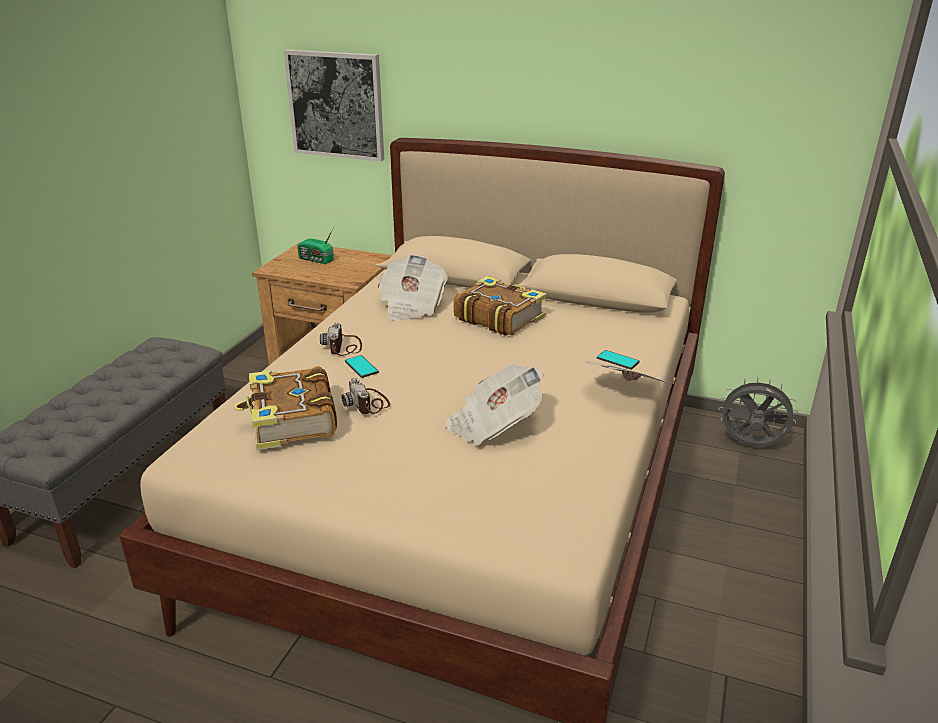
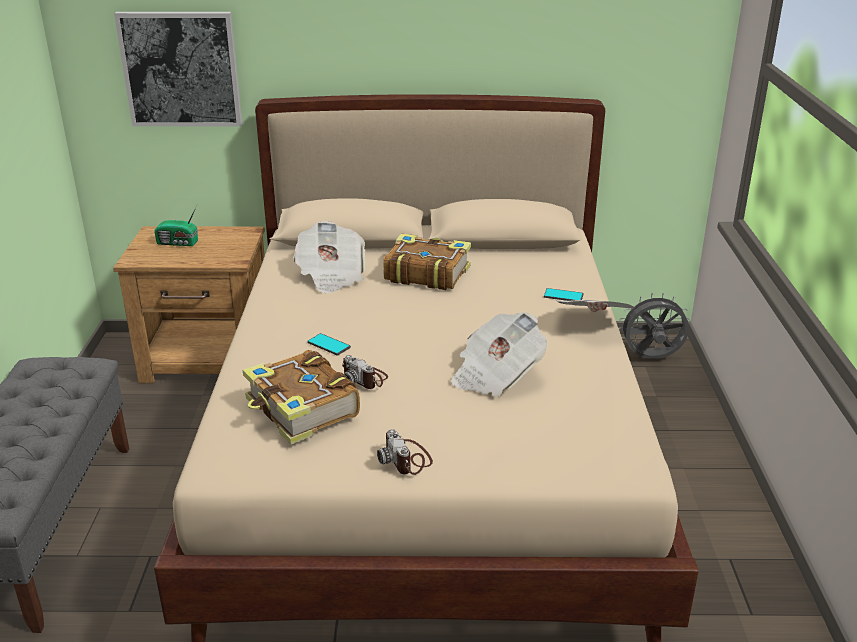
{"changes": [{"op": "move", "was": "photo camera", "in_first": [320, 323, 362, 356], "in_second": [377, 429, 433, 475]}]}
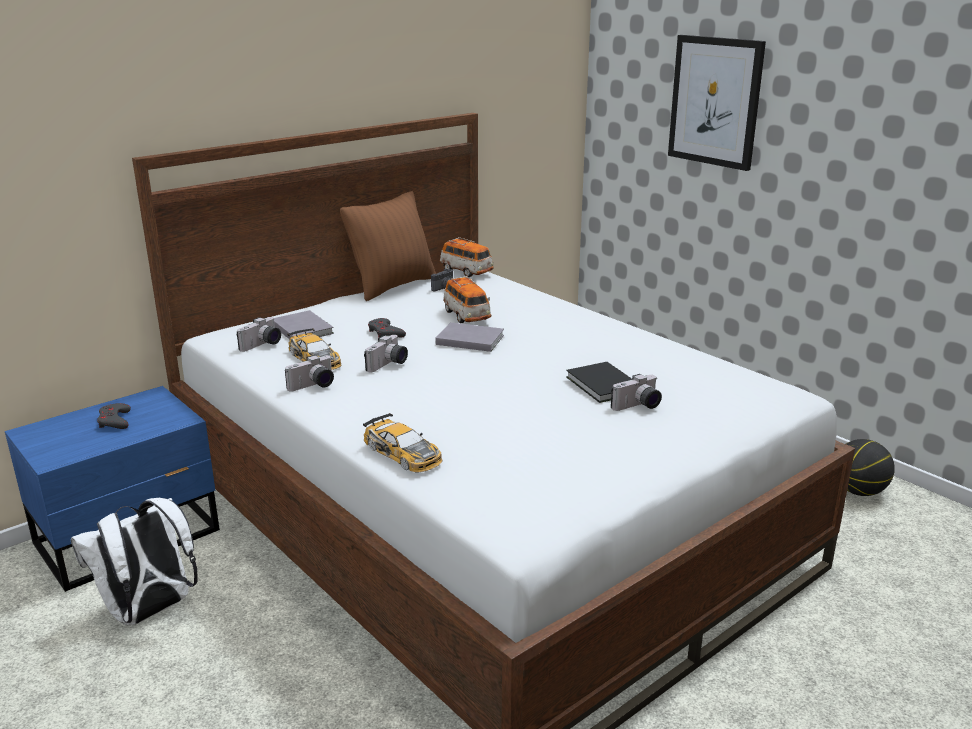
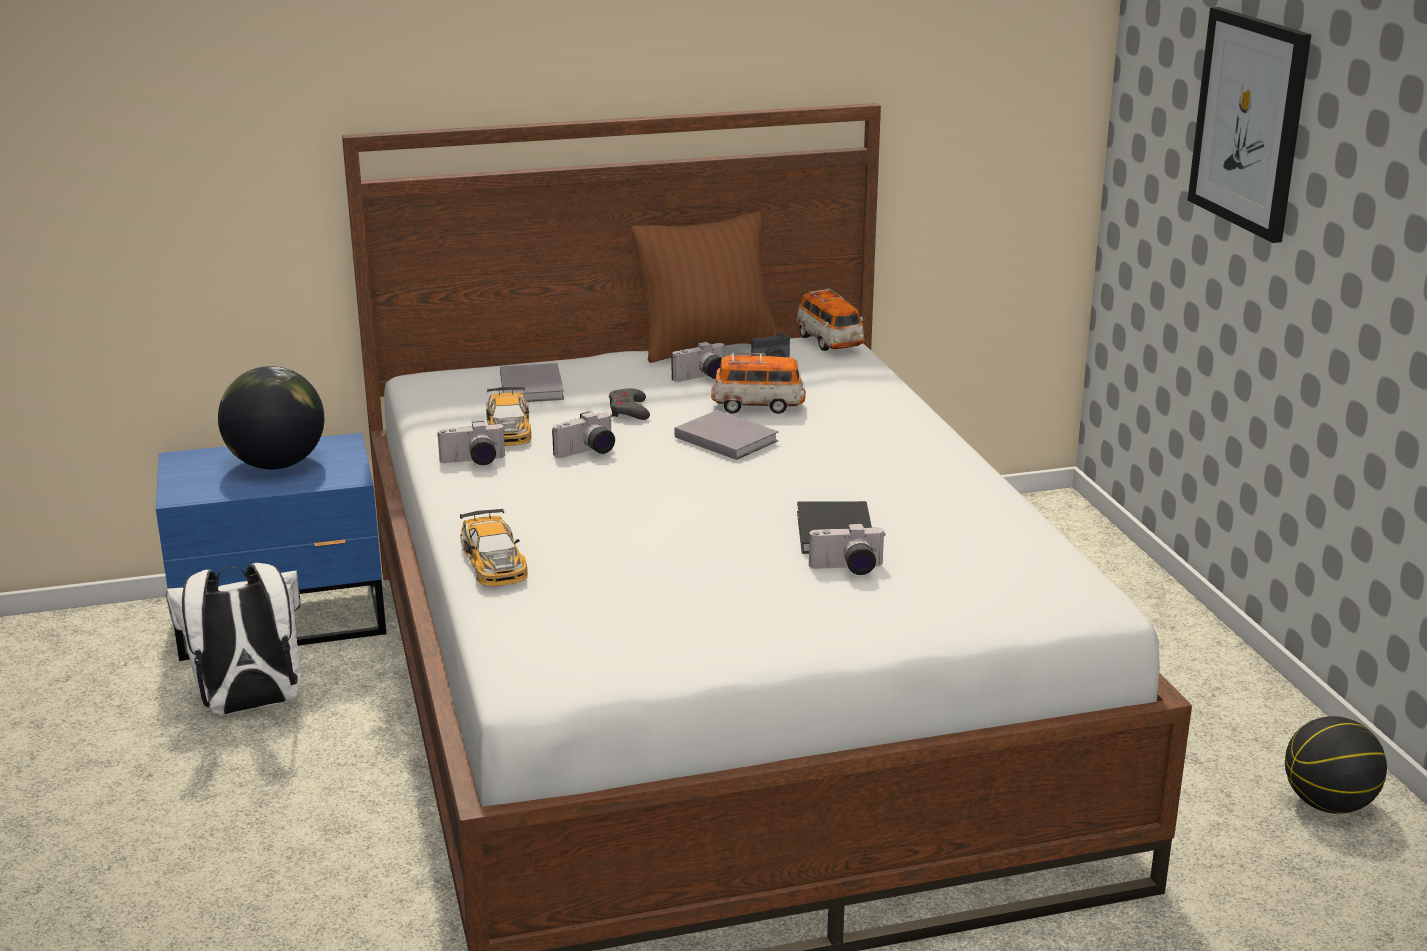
{"changes": [{"op": "rotate", "was": "toy car", "in_first": [443, 276, 491, 323], "in_second": [711, 353, 806, 414], "clockwise": -90}, {"op": "move", "was": "photo camera", "in_first": [236, 317, 281, 352], "in_second": [671, 341, 726, 382]}, {"op": "replace", "was": "grey game controller", "now": "globe", "in_first": [97, 403, 131, 429], "in_second": [218, 366, 324, 469]}]}
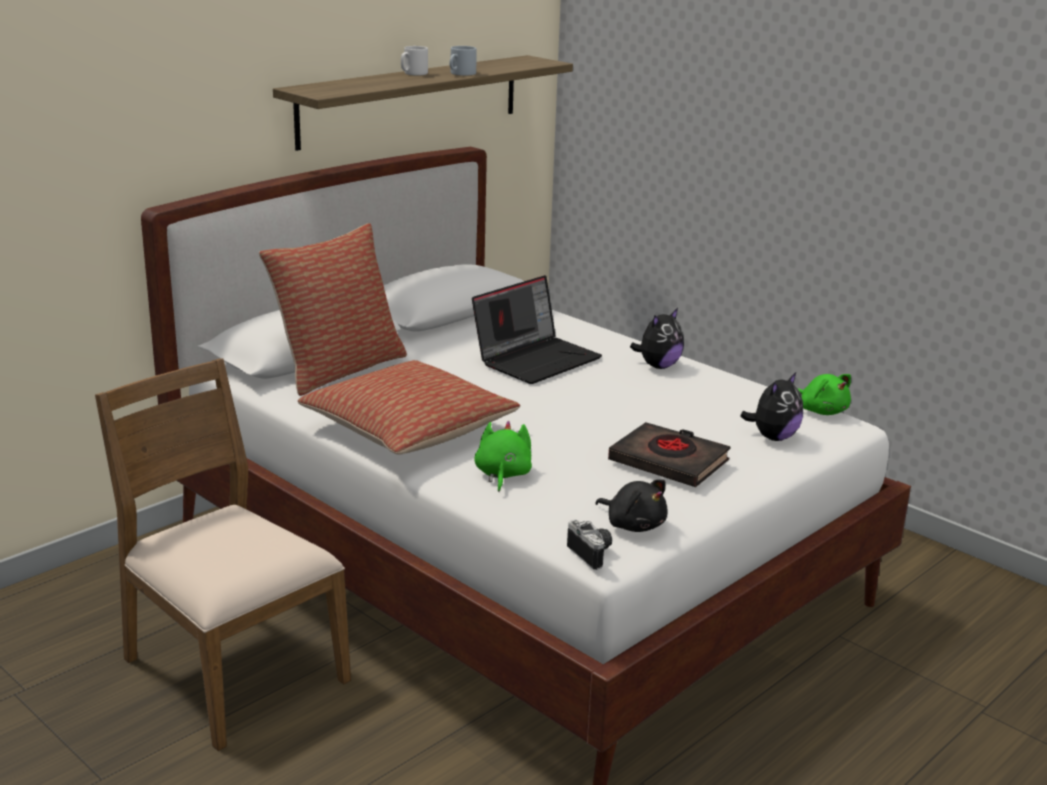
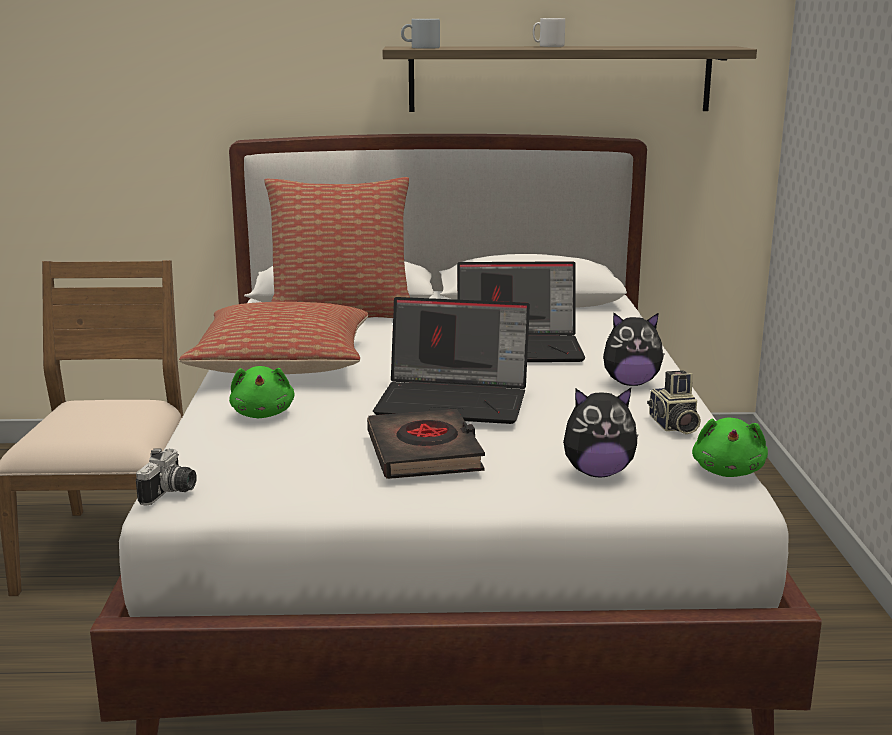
{"changes": [{"op": "move", "was": "grey mug", "in_first": [450, 46, 477, 76], "in_second": [401, 19, 440, 49]}, {"op": "rotate", "was": "green plush toy", "in_first": [474, 421, 532, 492], "in_second": [229, 366, 295, 418], "clockwise": 120}, {"op": "delete", "was": "black plush toy", "in_first": [595, 479, 668, 532]}, {"op": "insert", "now": "laptop", "in_second": [373, 297, 530, 424]}, {"op": "insert", "now": "photo camera", "in_second": [647, 370, 701, 434]}]}
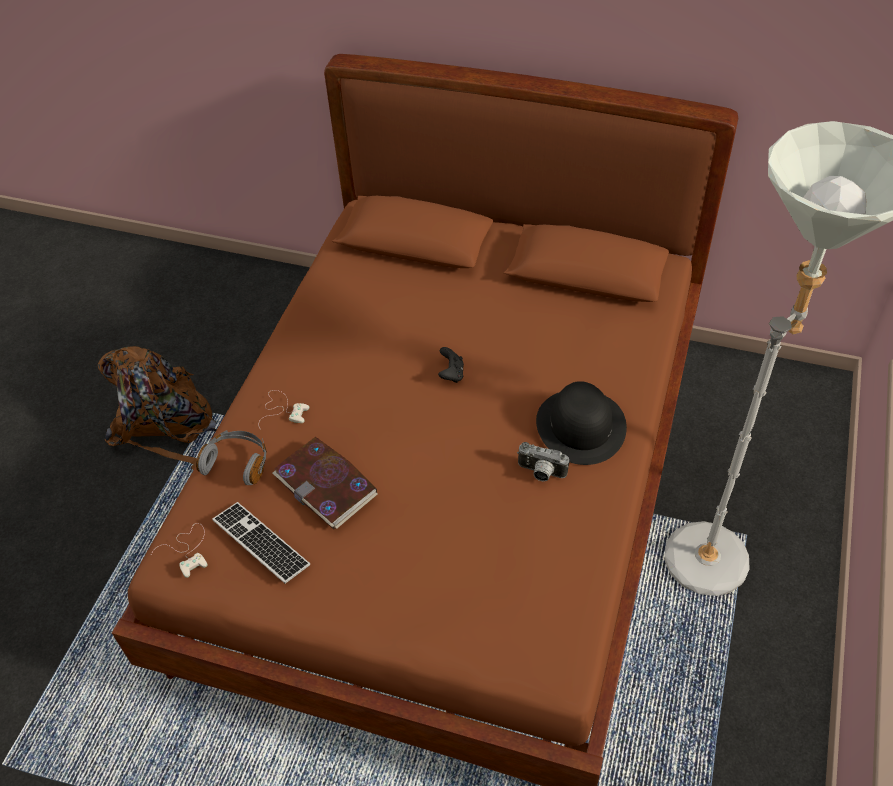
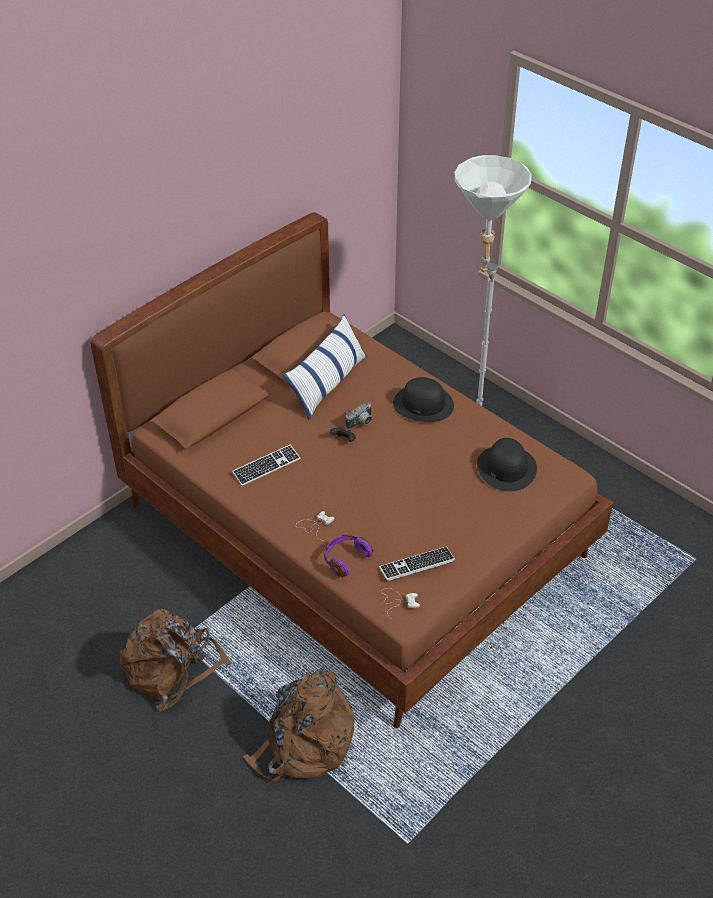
{"changes": [{"op": "recolor", "was": "grey headphones", "now": "purple headphones", "in_first": [196, 430, 267, 485], "in_second": [323, 535, 373, 577]}, {"op": "delete", "was": "book", "in_first": [272, 437, 378, 529]}, {"op": "move", "was": "photo camera", "in_first": [517, 442, 569, 482], "in_second": [346, 402, 372, 430]}, {"op": "insert", "now": "pillow", "in_second": [283, 314, 367, 420]}, {"op": "insert", "now": "black hat", "in_second": [477, 438, 537, 491]}, {"op": "insert", "now": "keyboard", "in_second": [232, 444, 301, 486]}, {"op": "insert", "now": "brown backpack", "in_second": [243, 669, 354, 782]}]}
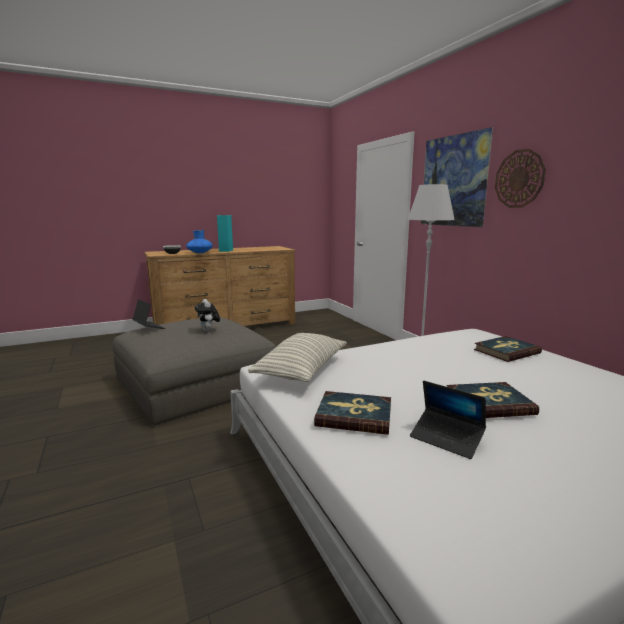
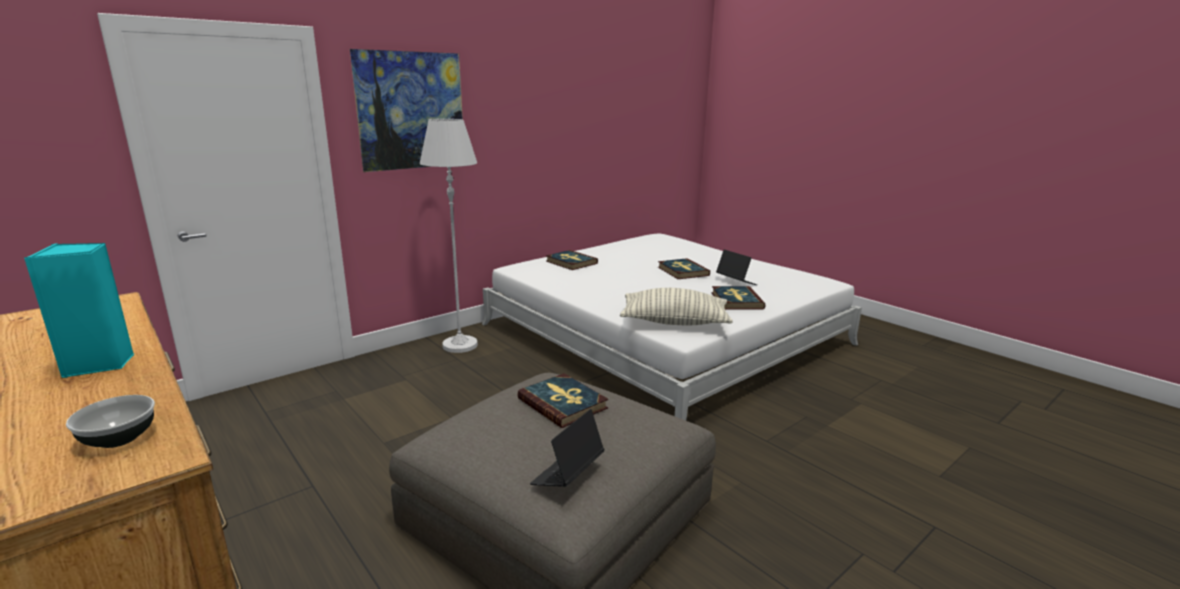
{"changes": [{"op": "delete", "was": "wall clock", "in_first": [495, 149, 546, 208]}, {"op": "delete", "was": "blue vase", "in_first": [186, 230, 213, 253]}, {"op": "replace", "was": "plush toy", "now": "book", "in_first": [195, 299, 220, 332], "in_second": [517, 373, 608, 428]}, {"op": "rotate", "was": "laptop", "in_first": [410, 381, 486, 459], "in_second": [716, 250, 757, 285], "clockwise": -60}]}
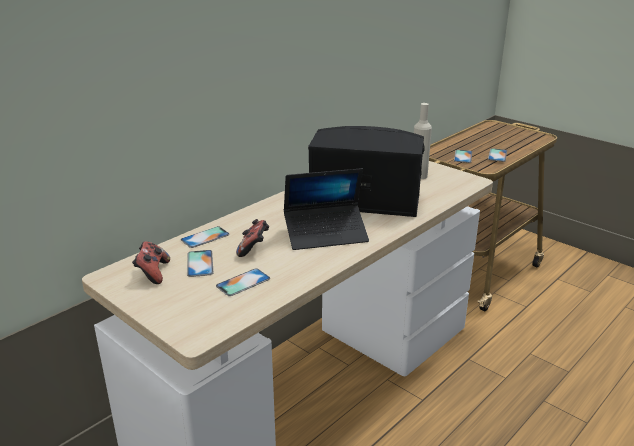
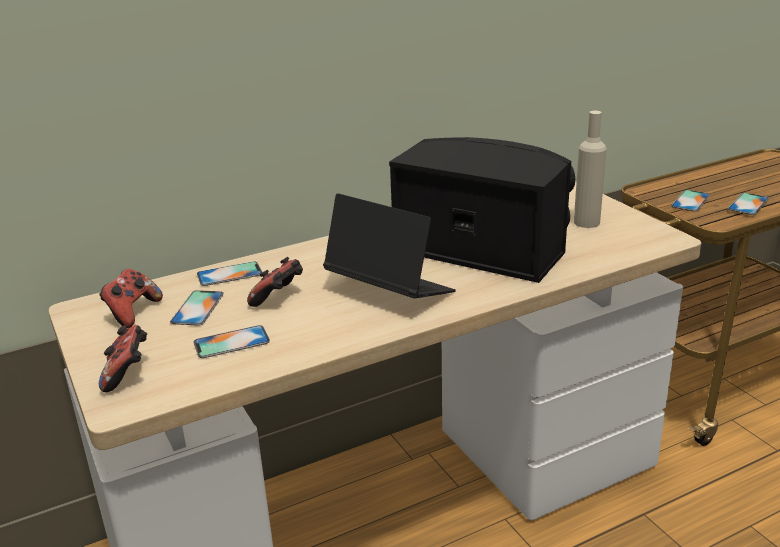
{"changes": [{"op": "rotate", "was": "laptop", "in_first": [284, 168, 369, 250], "in_second": [323, 193, 456, 298], "clockwise": -150}, {"op": "insert", "now": "game controller", "in_second": [99, 325, 147, 392]}]}
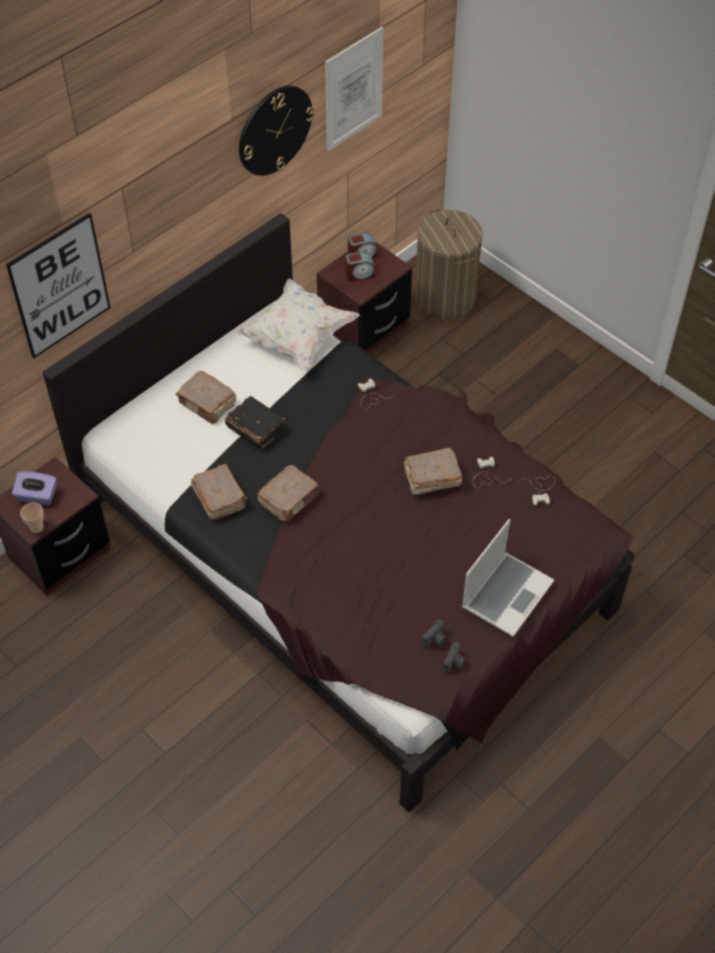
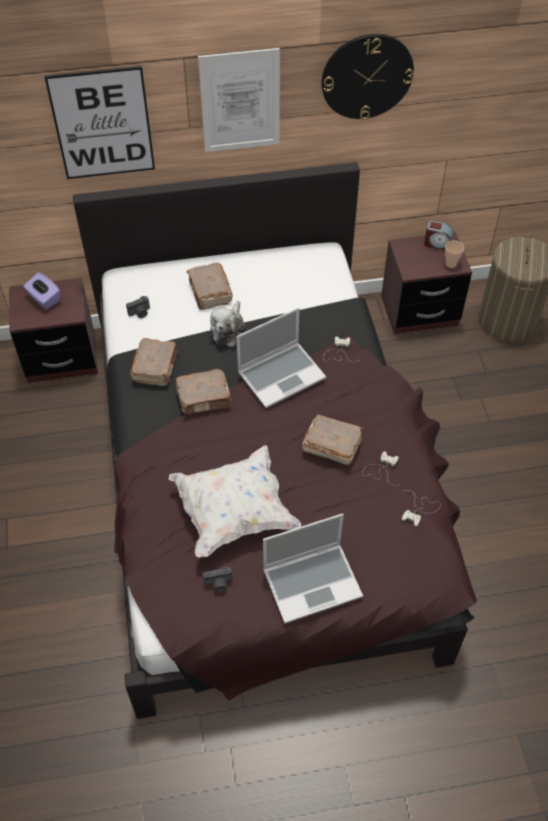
{"changes": [{"op": "move", "was": "picture", "in_first": [325, 27, 383, 151], "in_second": [198, 48, 280, 152]}, {"op": "delete", "was": "alarm clock", "in_first": [345, 252, 375, 281]}, {"op": "move", "was": "white pillow", "in_first": [235, 278, 360, 370], "in_second": [169, 445, 301, 557]}, {"op": "replace", "was": "black book", "now": "plush toy", "in_first": [225, 396, 286, 448], "in_second": [210, 301, 246, 347]}, {"op": "move", "was": "cup", "in_first": [20, 502, 44, 533], "in_second": [445, 240, 464, 268]}, {"op": "move", "was": "photo camera", "in_first": [443, 642, 466, 674], "in_second": [126, 296, 150, 318]}, {"op": "insert", "now": "laptop", "in_second": [236, 307, 326, 408]}]}
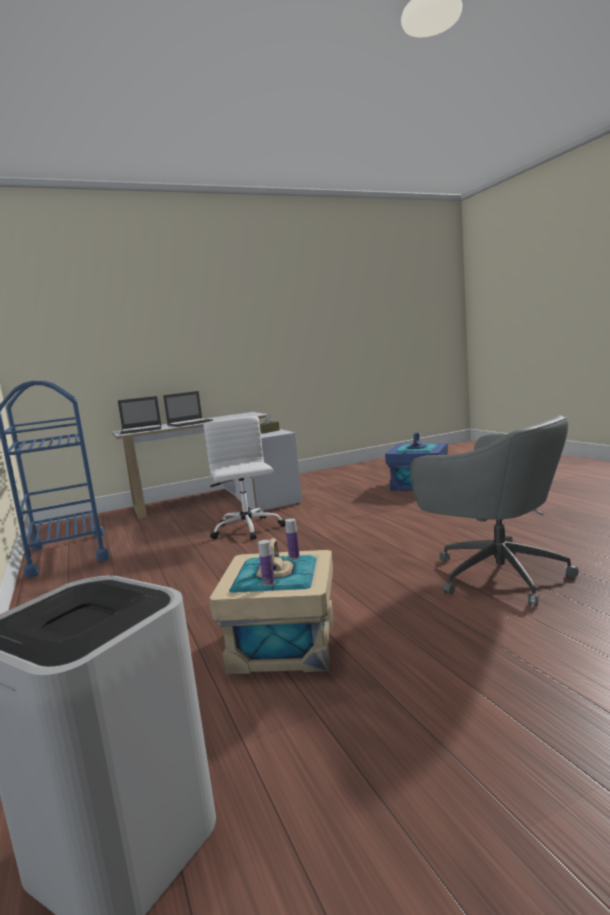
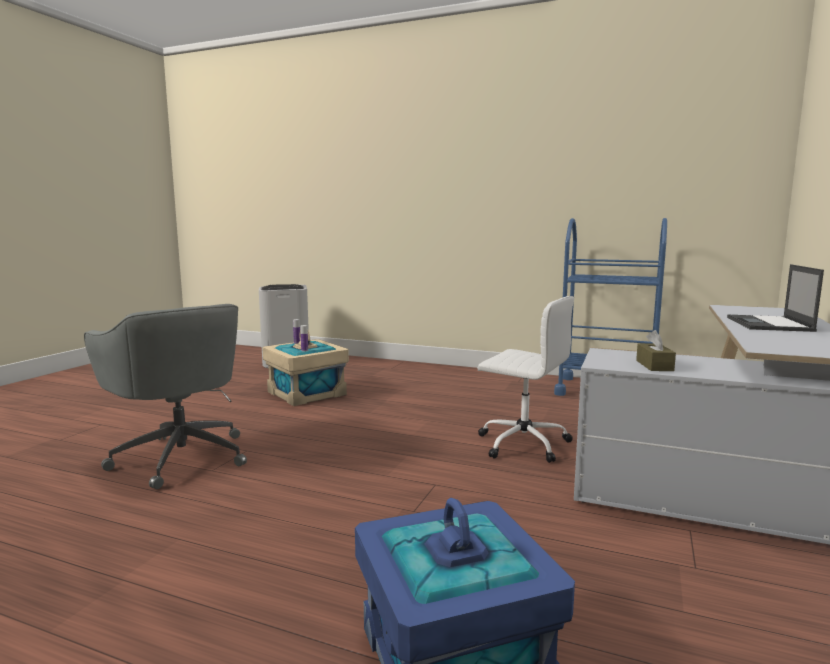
{"changes": [{"op": "delete", "was": "laptop", "in_first": [118, 396, 161, 434]}, {"op": "rotate", "was": "grey office chair", "in_first": [410, 415, 579, 607], "in_second": [84, 304, 247, 489], "clockwise": -135}]}
